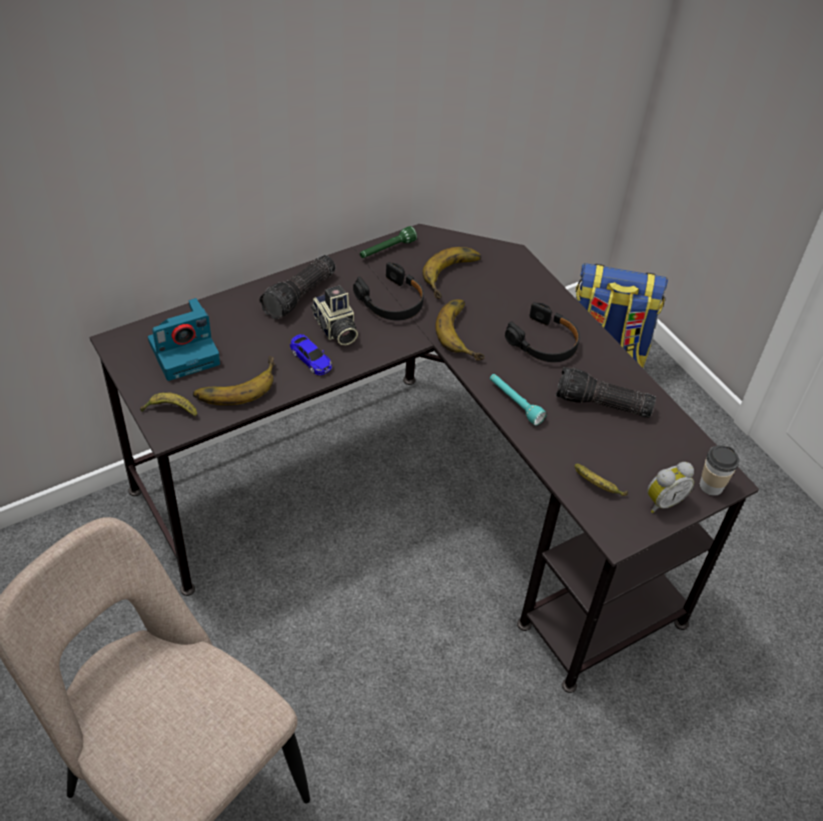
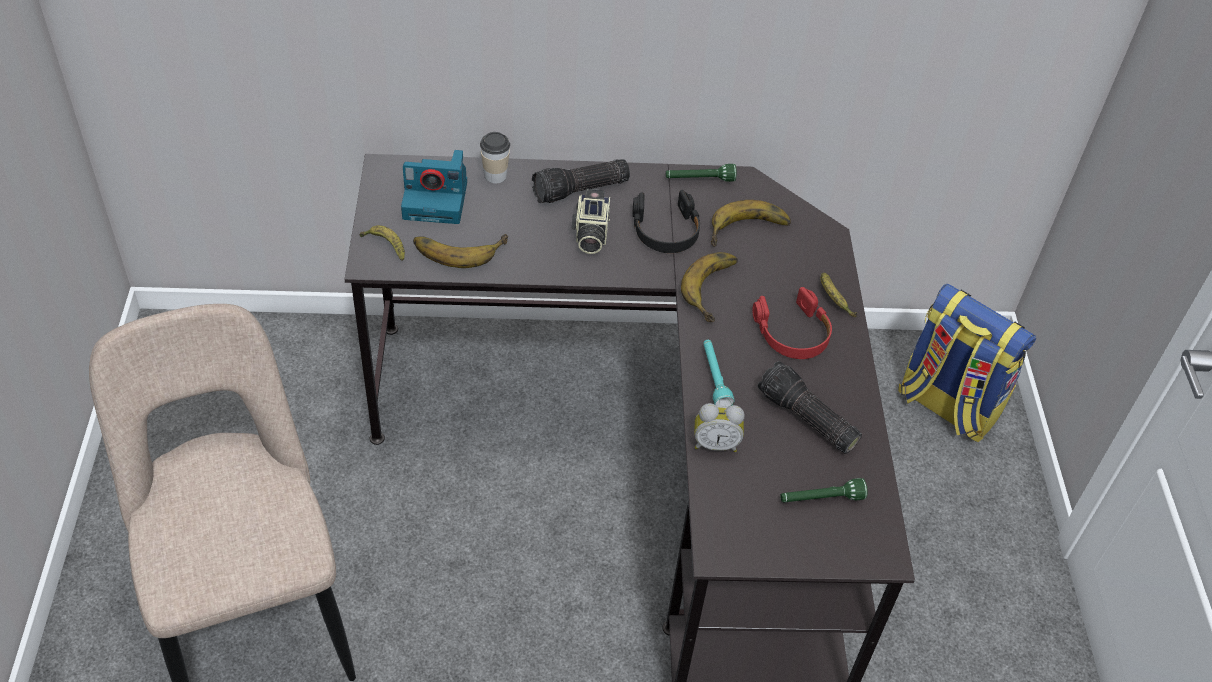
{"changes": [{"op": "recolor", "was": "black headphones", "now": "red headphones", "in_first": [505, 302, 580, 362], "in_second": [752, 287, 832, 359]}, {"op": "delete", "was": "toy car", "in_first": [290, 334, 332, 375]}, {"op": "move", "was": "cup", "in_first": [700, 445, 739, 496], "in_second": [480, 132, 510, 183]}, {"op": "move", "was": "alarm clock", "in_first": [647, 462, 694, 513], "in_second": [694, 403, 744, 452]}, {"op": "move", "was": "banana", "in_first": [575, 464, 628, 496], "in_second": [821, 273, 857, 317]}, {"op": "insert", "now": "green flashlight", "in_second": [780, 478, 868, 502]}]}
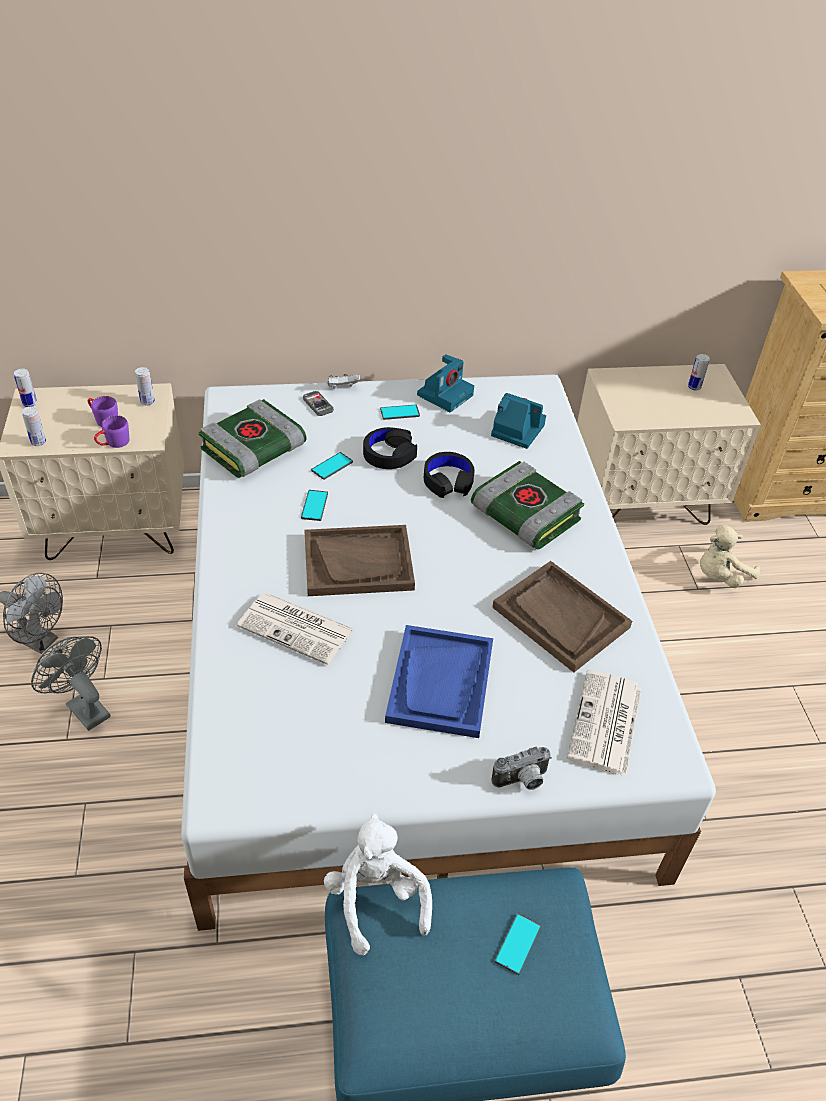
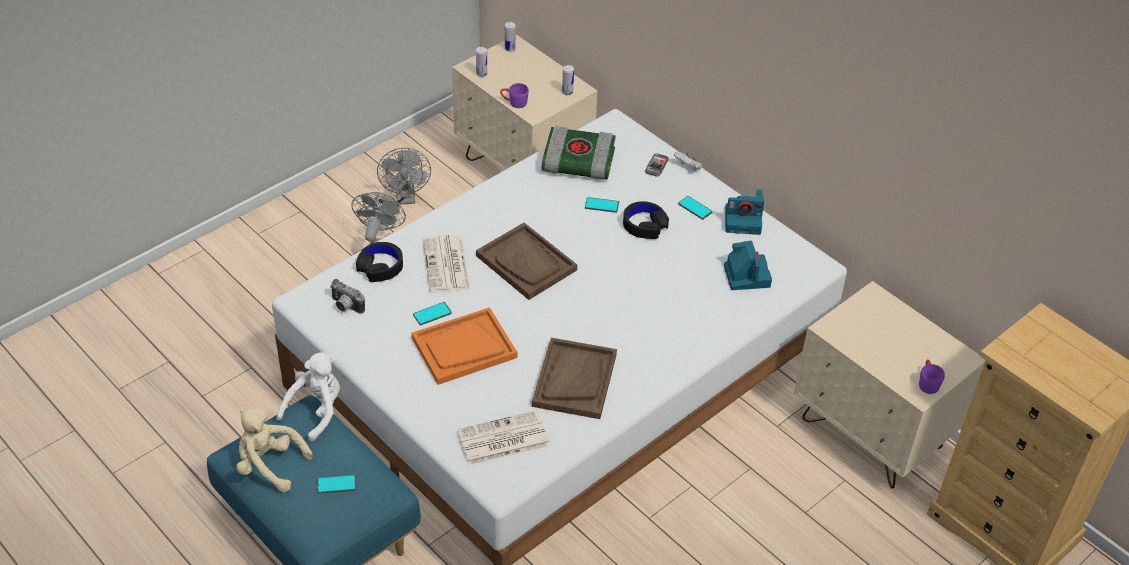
{"changes": [{"op": "delete", "was": "can", "in_first": [688, 354, 710, 390]}, {"op": "move", "was": "purple mug", "in_first": [88, 396, 118, 427], "in_second": [919, 359, 945, 394]}, {"op": "move", "was": "black headphones", "in_first": [424, 452, 475, 498], "in_second": [356, 242, 403, 282]}, {"op": "delete", "was": "book", "in_first": [471, 461, 584, 549]}, {"op": "move", "was": "phone", "in_first": [301, 490, 328, 521], "in_second": [413, 302, 452, 325]}, {"op": "move", "was": "beige plush toy", "in_first": [700, 525, 760, 588], "in_second": [236, 408, 313, 492]}, {"op": "recolor", "was": "blue tray", "now": "orange tray", "in_first": [385, 625, 493, 738], "in_second": [412, 307, 517, 385]}, {"op": "move", "was": "photo camera", "in_first": [491, 747, 552, 790], "in_second": [330, 279, 365, 314]}]}
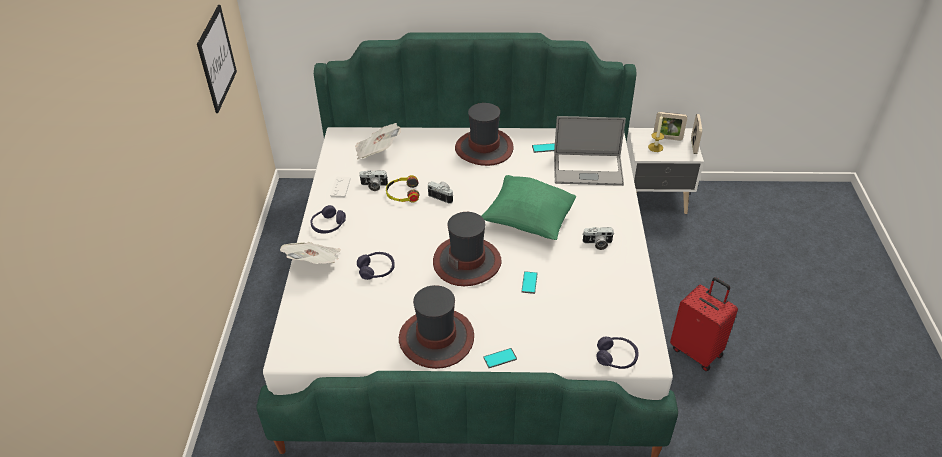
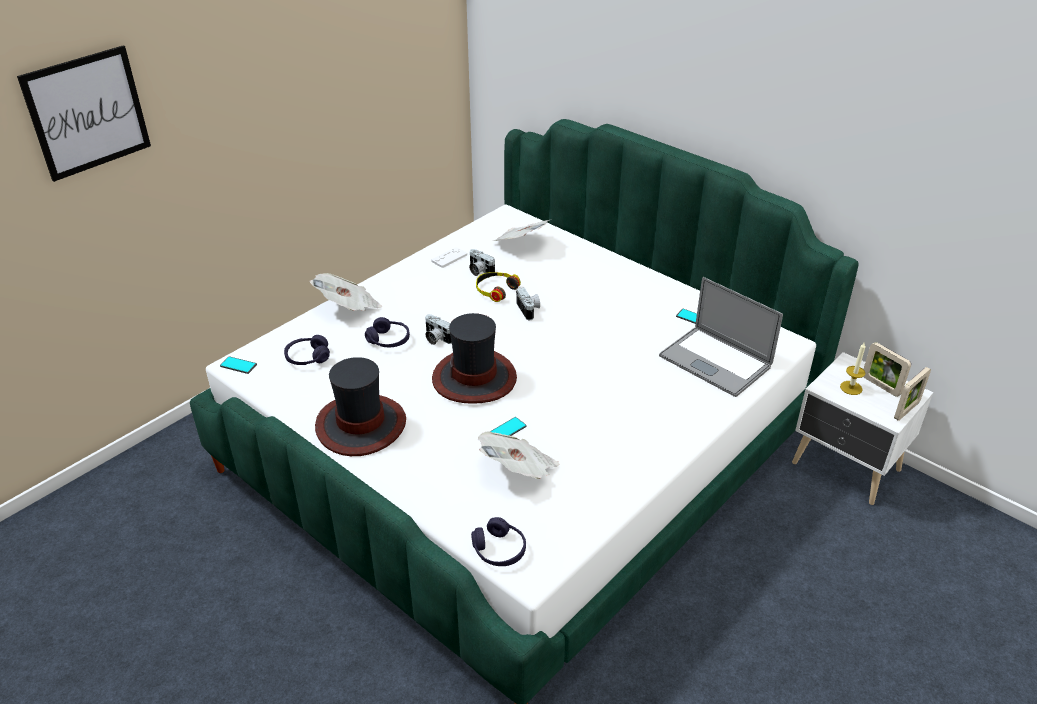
{"changes": [{"op": "move", "was": "picture", "in_first": [197, 5, 237, 113], "in_second": [17, 45, 151, 182]}, {"op": "delete", "was": "hat", "in_first": [455, 103, 514, 166]}, {"op": "delete", "was": "green pillow", "in_first": [481, 175, 576, 240]}, {"op": "move", "was": "purple headphones", "in_first": [310, 205, 346, 234], "in_second": [284, 335, 330, 365]}, {"op": "move", "was": "photo camera", "in_first": [582, 227, 614, 250], "in_second": [425, 314, 452, 345]}, {"op": "delete", "was": "red suitcase", "in_first": [670, 277, 738, 371]}, {"op": "move", "was": "phone", "in_first": [484, 348, 517, 368], "in_second": [220, 356, 257, 374]}, {"op": "insert", "now": "newspaper", "in_second": [478, 431, 559, 479]}]}
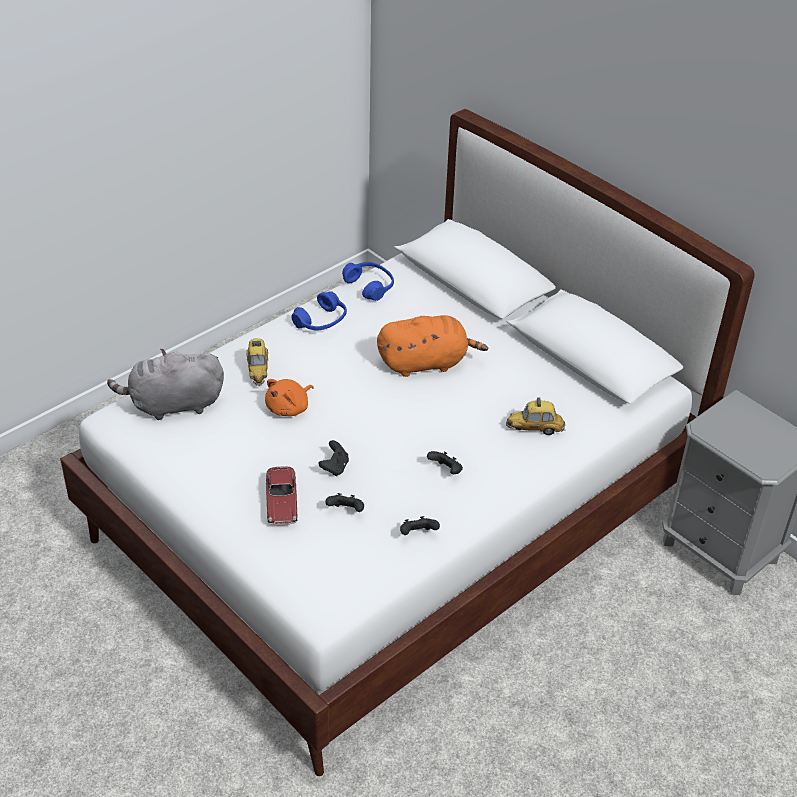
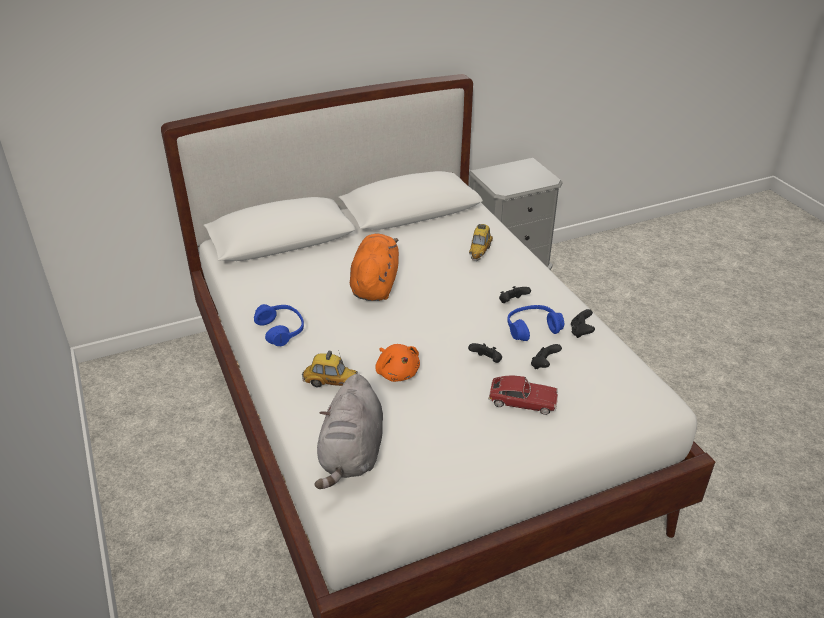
{"changes": [{"op": "move", "was": "blue headphones", "in_first": [342, 262, 394, 301], "in_second": [507, 305, 564, 341]}]}
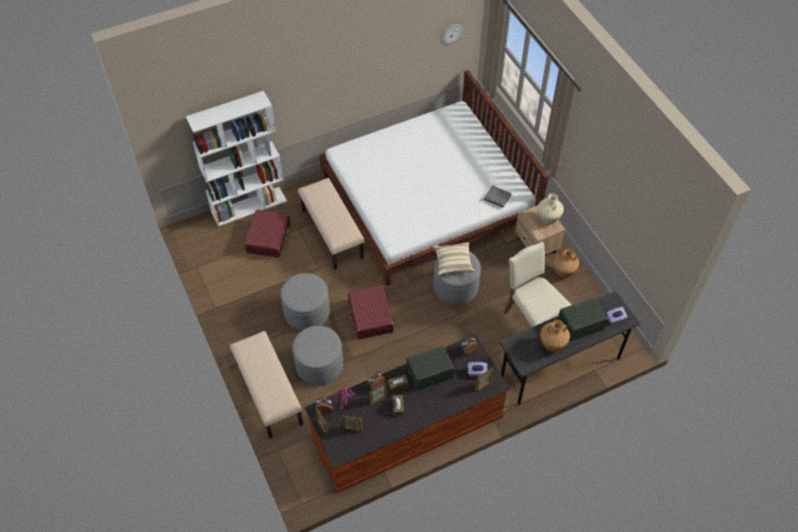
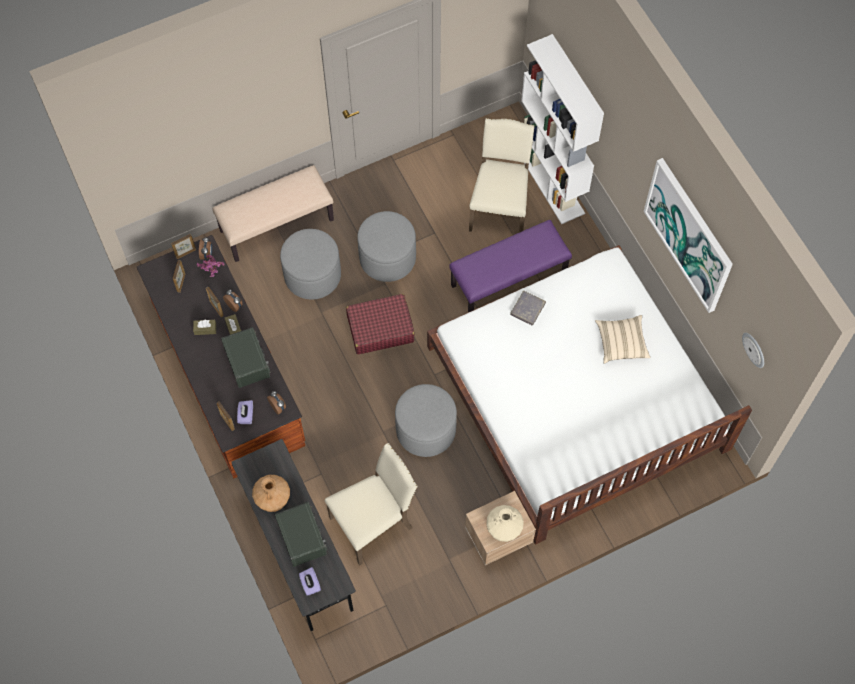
{"changes": [{"op": "recolor", "was": "beige bench", "now": "purple bench", "in_first": [298, 178, 364, 270], "in_second": [449, 220, 572, 312]}, {"op": "move", "was": "grey book", "in_first": [484, 185, 511, 208], "in_second": [510, 290, 546, 326]}, {"op": "replace", "was": "red suitcase", "now": "beige chair", "in_first": [244, 209, 290, 258], "in_second": [469, 118, 534, 233]}, {"op": "move", "was": "beige pillow", "in_first": [433, 242, 475, 275], "in_second": [595, 315, 651, 364]}, {"op": "delete", "was": "brown vase", "in_first": [553, 249, 579, 278]}, {"op": "insert", "now": "picture", "in_second": [644, 158, 733, 313]}]}
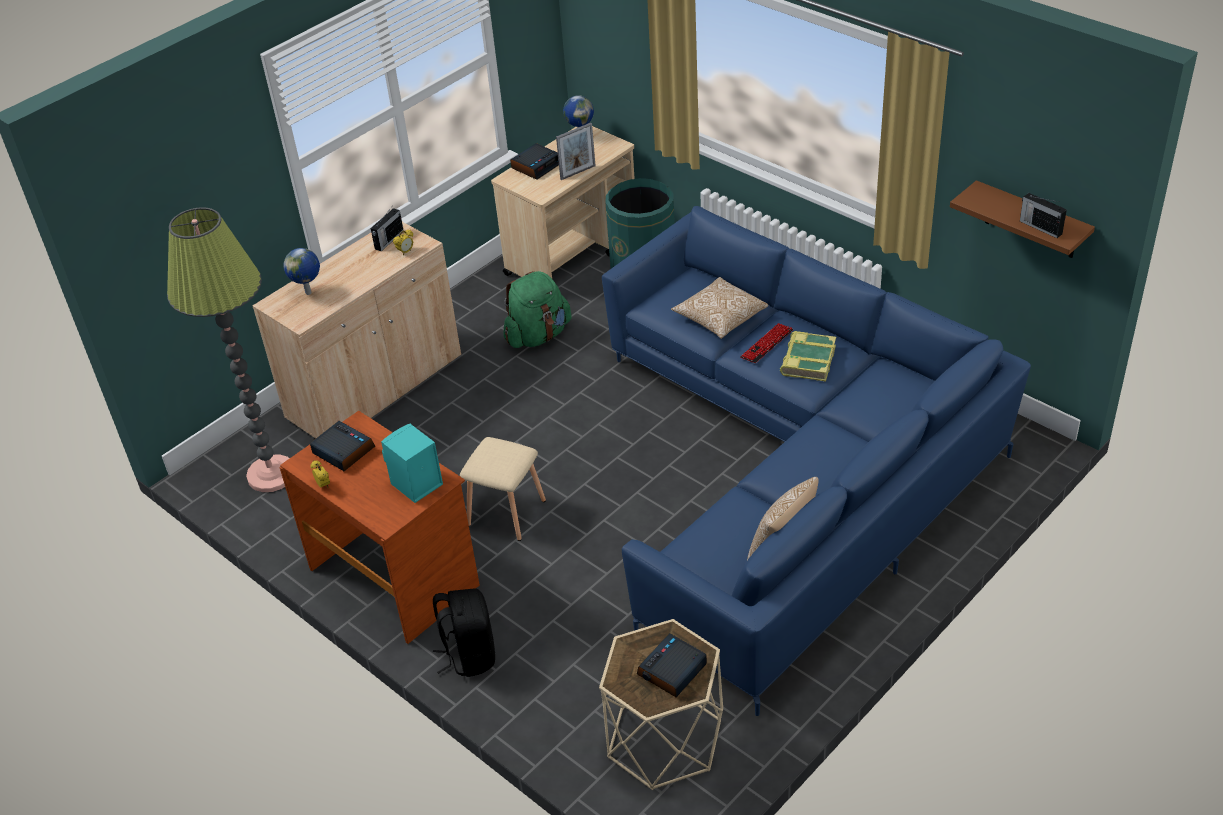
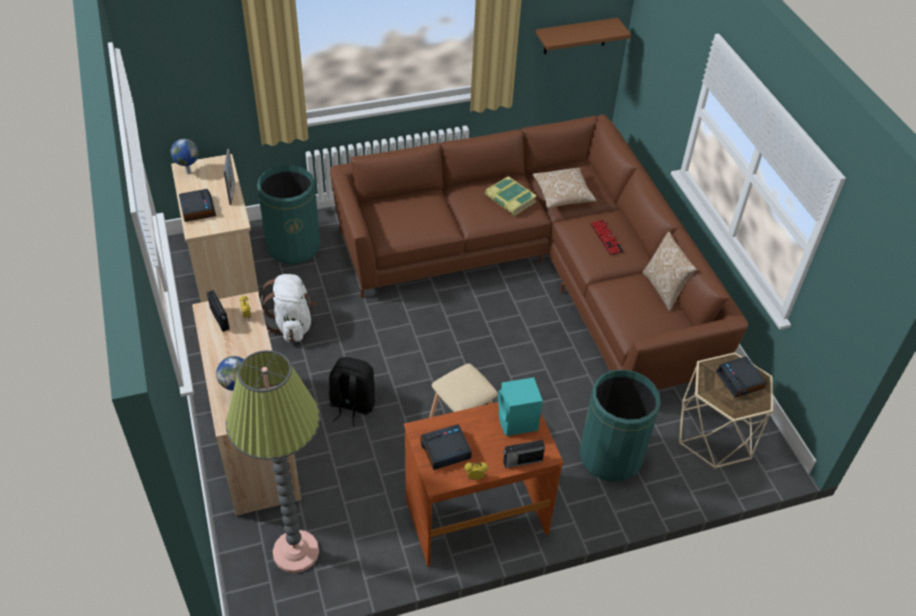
{"changes": [{"op": "move", "was": "radio", "in_first": [1020, 193, 1067, 238], "in_second": [503, 440, 545, 468]}, {"op": "recolor", "was": "blue sofa", "now": "brown sofa", "in_first": [602, 206, 1031, 716], "in_second": [330, 114, 748, 390]}, {"op": "recolor", "was": "green backpack", "now": "white backpack", "in_first": [503, 271, 571, 348], "in_second": [261, 274, 316, 342]}, {"op": "move", "was": "pillow", "in_first": [671, 277, 768, 339], "in_second": [533, 168, 597, 208]}, {"op": "move", "was": "keyboard", "in_first": [740, 323, 793, 363], "in_second": [590, 219, 624, 256]}, {"op": "move", "was": "black backpack", "in_first": [433, 588, 495, 677], "in_second": [329, 357, 375, 426]}, {"op": "insert", "now": "green trash can", "in_second": [580, 370, 661, 482]}]}
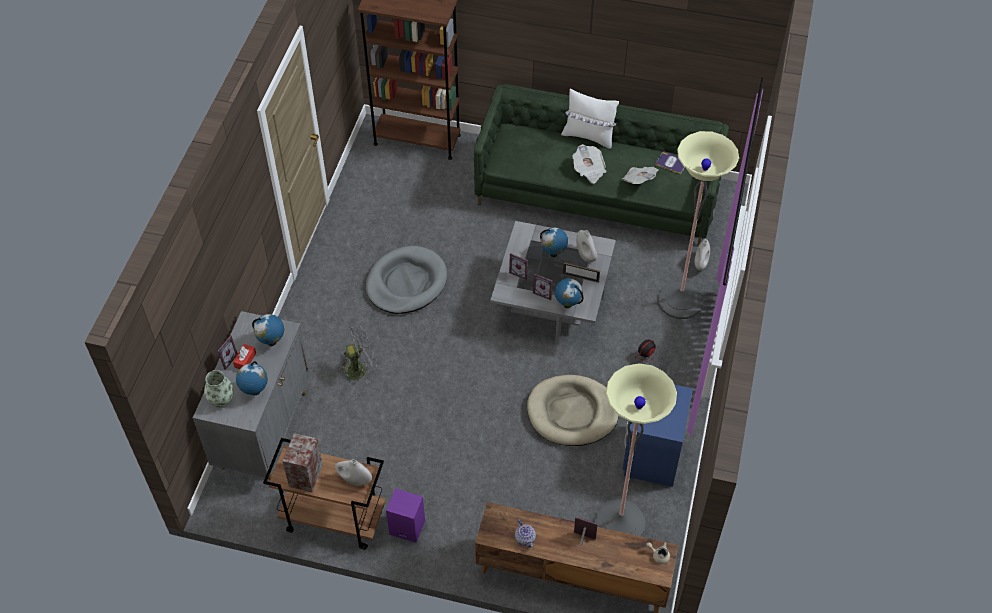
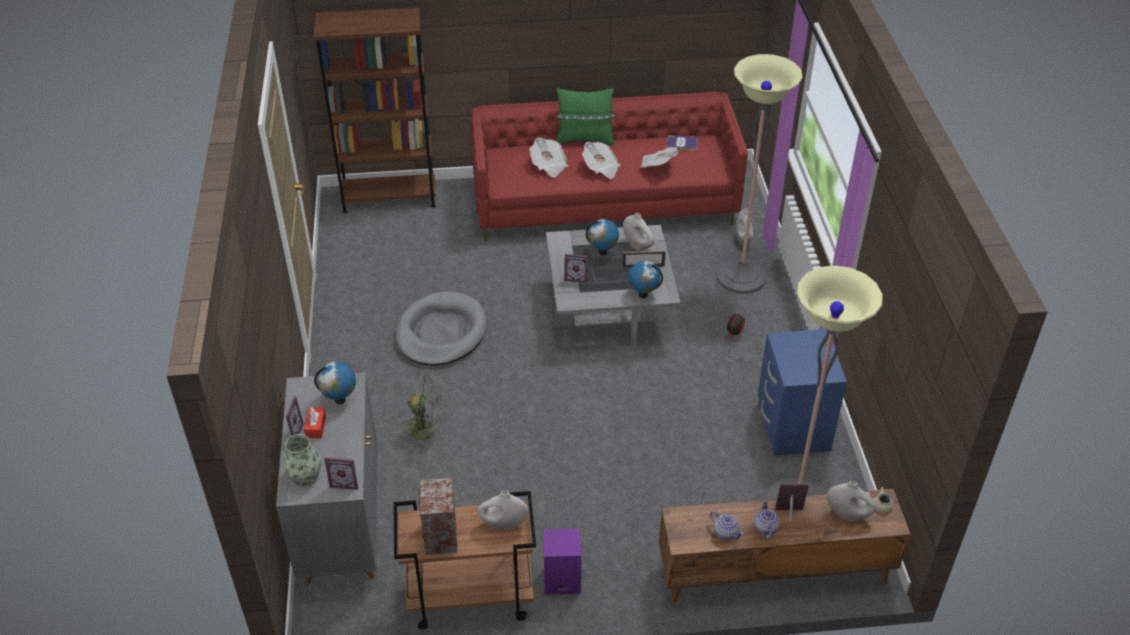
{"changes": [{"op": "recolor", "was": "green sofa", "now": "red sofa", "in_first": [474, 84, 729, 246], "in_second": [470, 92, 748, 241]}, {"op": "recolor", "was": "white pillow", "now": "green pillow", "in_first": [561, 88, 619, 149], "in_second": [556, 88, 615, 146]}, {"op": "move", "was": "picture frame", "in_first": [533, 274, 553, 300], "in_second": [324, 457, 358, 490]}, {"op": "rotate", "was": "grey fan", "in_first": [337, 325, 377, 384], "in_second": [402, 374, 446, 449], "clockwise": 45}, {"op": "delete", "was": "globe", "in_first": [236, 361, 268, 395]}, {"op": "delete", "was": "beige dog bed", "in_first": [527, 375, 619, 446]}, {"op": "insert", "now": "newspaper", "in_second": [529, 138, 568, 178]}, {"op": "insert", "now": "white vase", "in_second": [827, 481, 877, 521]}, {"op": "insert", "now": "teapot", "in_second": [754, 500, 780, 540]}]}
